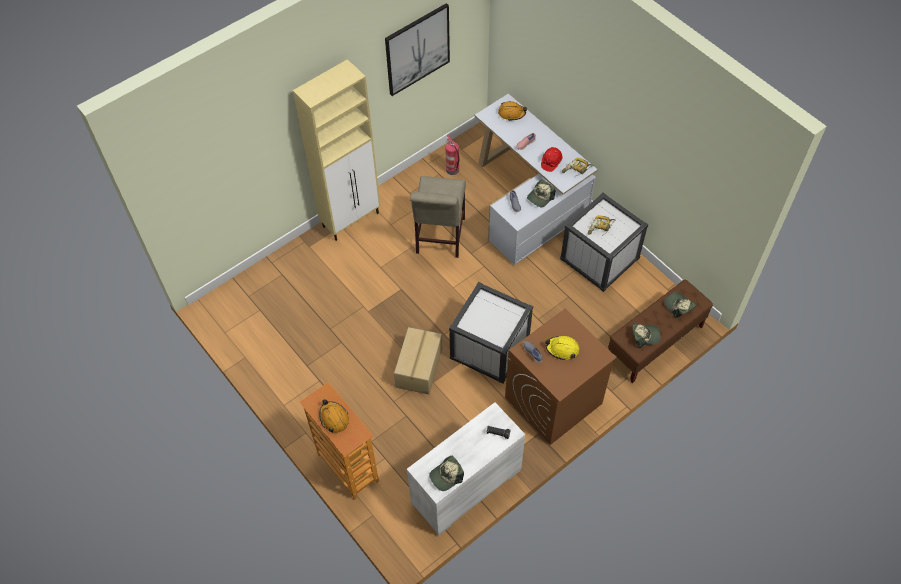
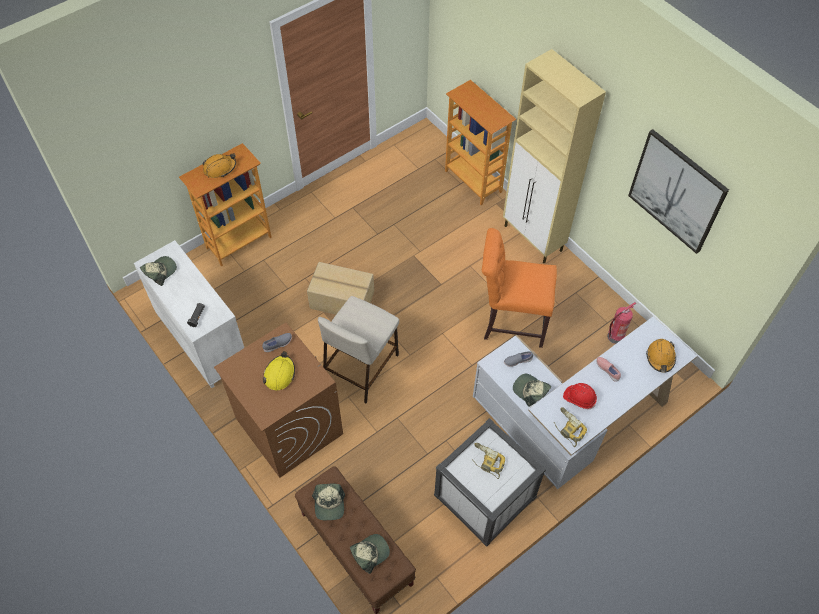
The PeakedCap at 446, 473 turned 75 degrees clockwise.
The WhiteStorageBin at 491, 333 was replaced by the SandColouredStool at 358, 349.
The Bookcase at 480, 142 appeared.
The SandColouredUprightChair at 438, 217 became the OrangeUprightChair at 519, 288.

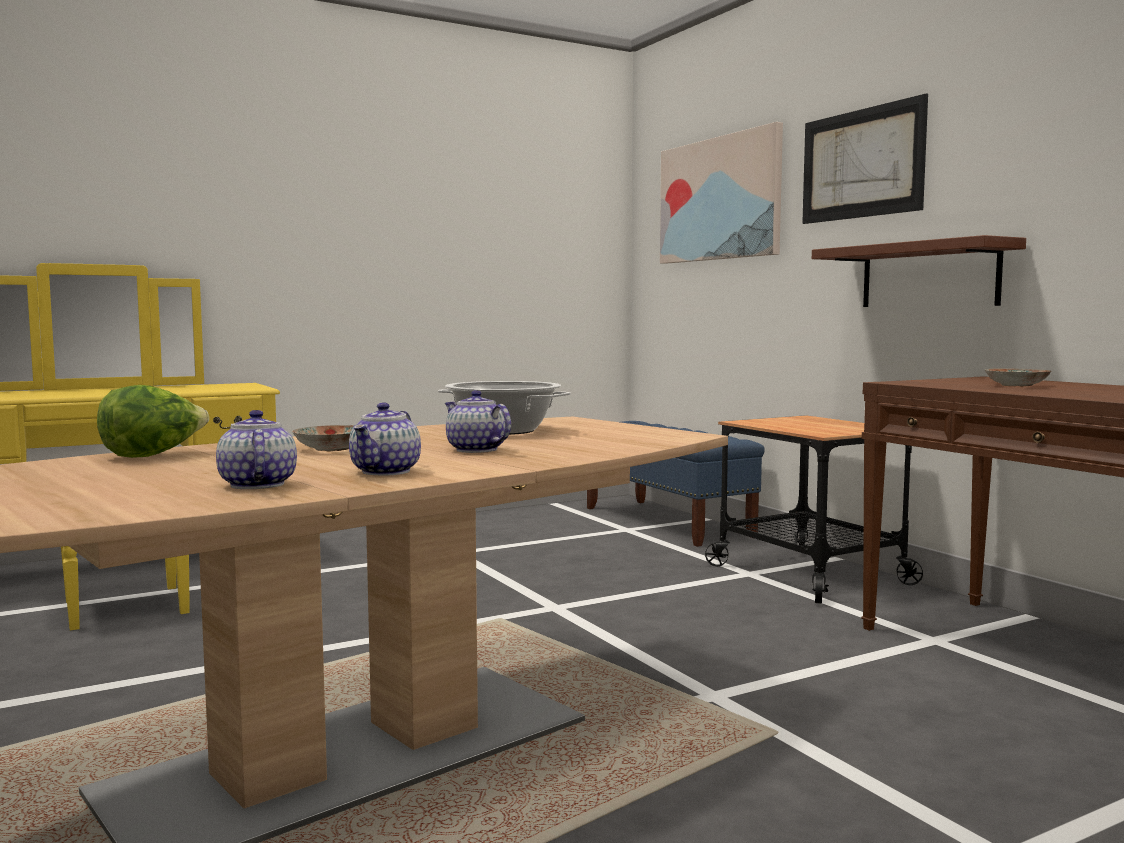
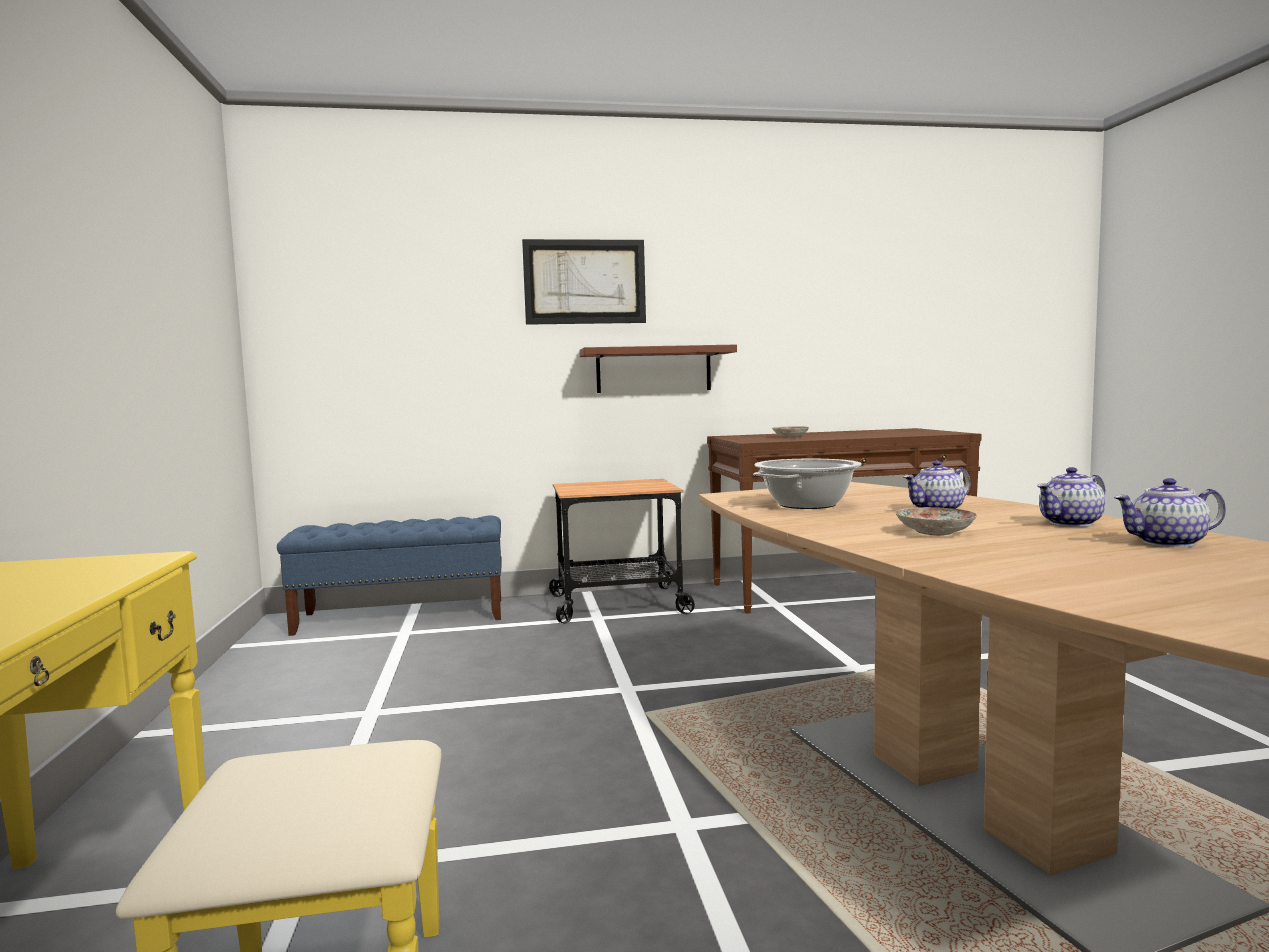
The PotForTea at 385, 439 turned 120 degrees clockwise.
The LettuceHead at 153, 421 disappeared.
The WallPicture at 721, 193 disappeared.

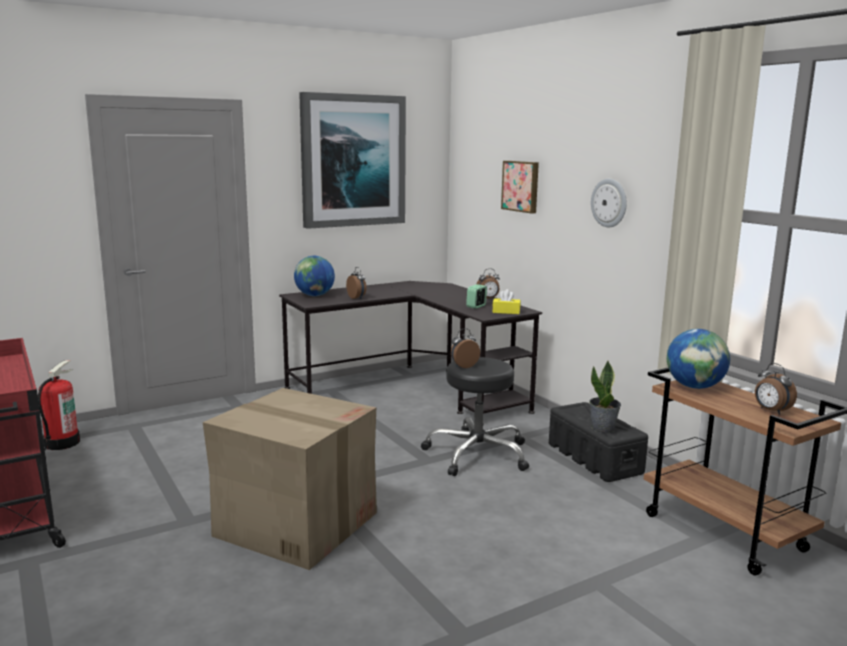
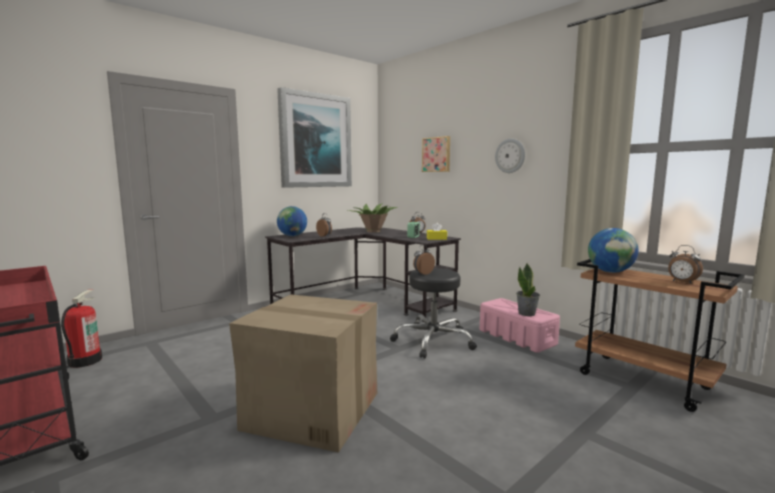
The PottedPlant at 373, 218 appeared.
The BlackStorageBin at 598, 442 became the PinkStorageBin at 520, 325.

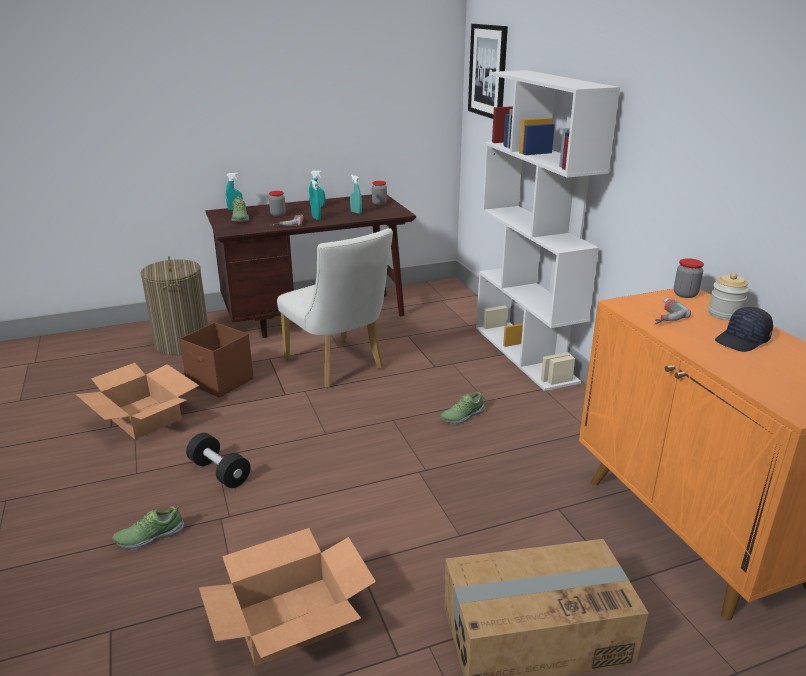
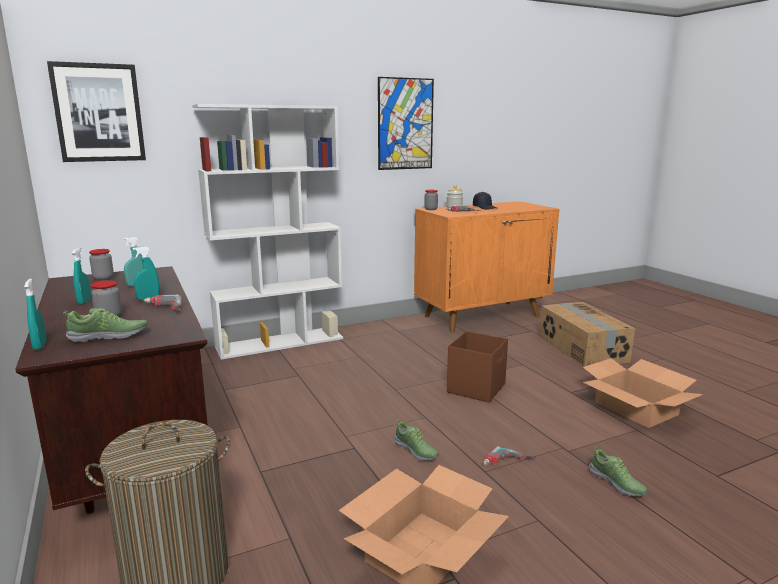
The WallPicture at 406, 123 appeared.
The Shoe moved from 463, 407 to 416, 439.
The BrownColouredStorageBin moved from 216, 360 to 477, 367.
The BlackHandWeight at 218, 460 was replaced by the PowerDrill at 509, 455.
The WhiteUprightChair at 335, 308 disappeared.

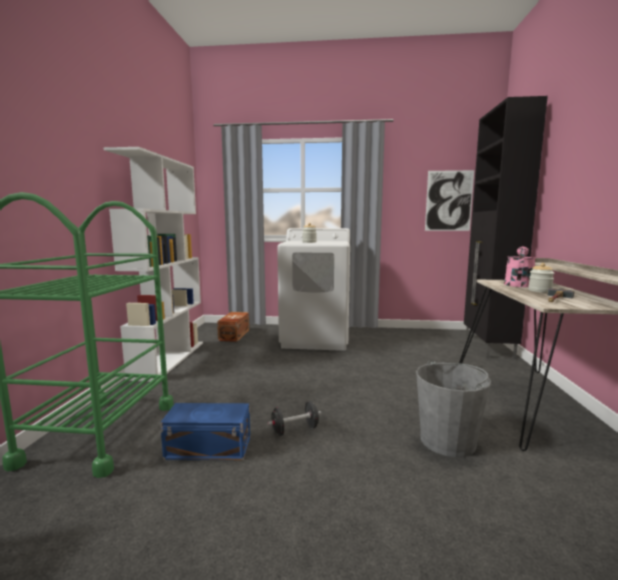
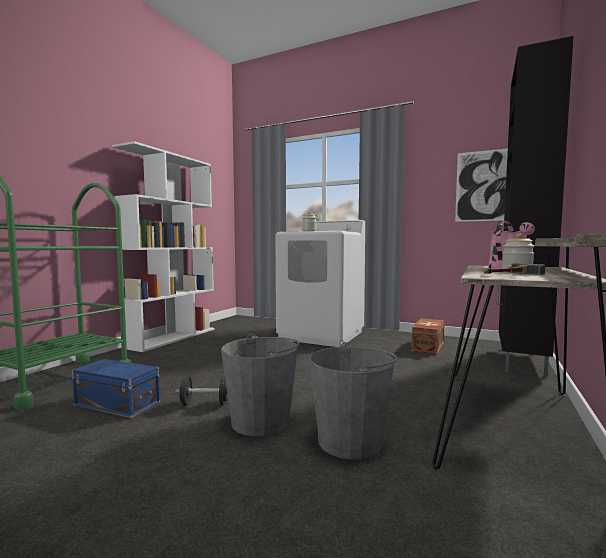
The GreyishPail at 260, 385 appeared.
The BrownColouredStorageBin moved from 233, 327 to 428, 336.

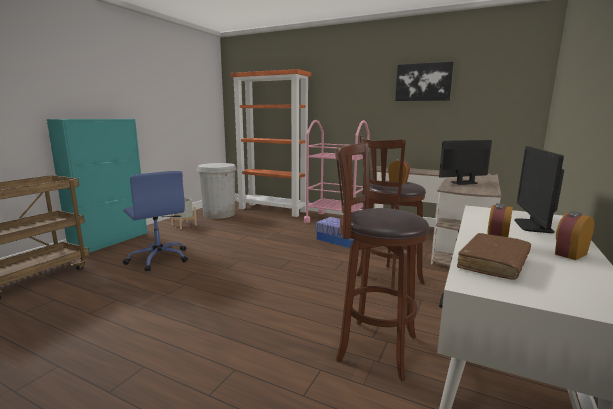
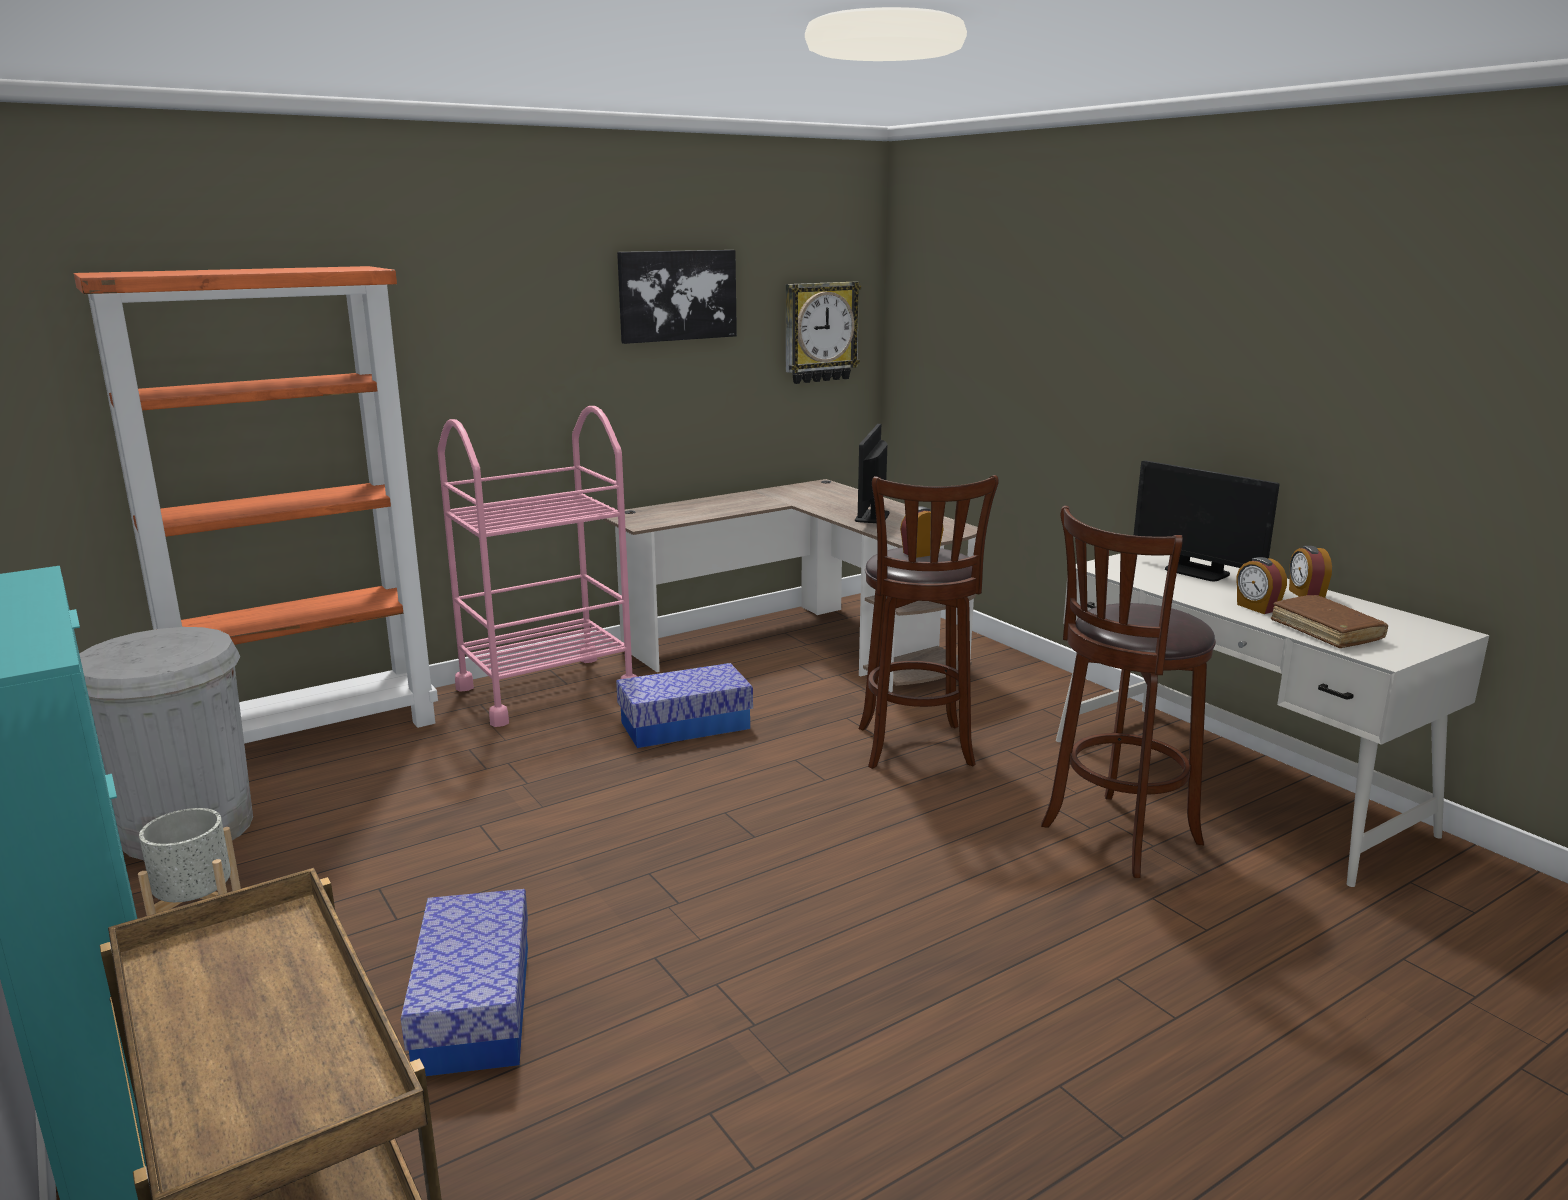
The BlueColouredComputerChair at 155, 221 was replaced by the StorageBin at 464, 982.
The HangingClock at 823, 333 appeared.

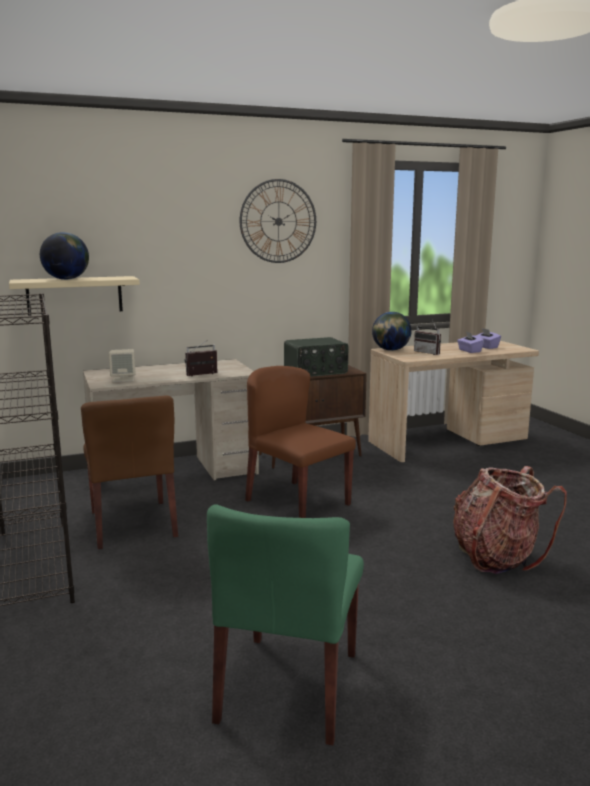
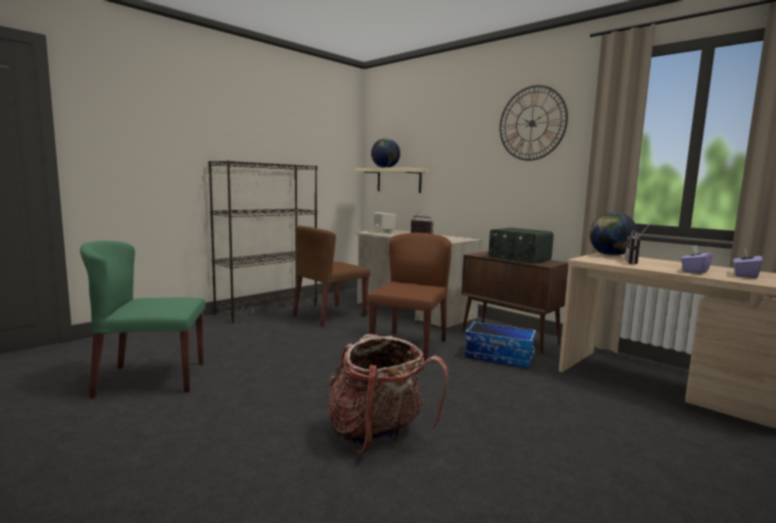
The StorageBin at 500, 344 appeared.

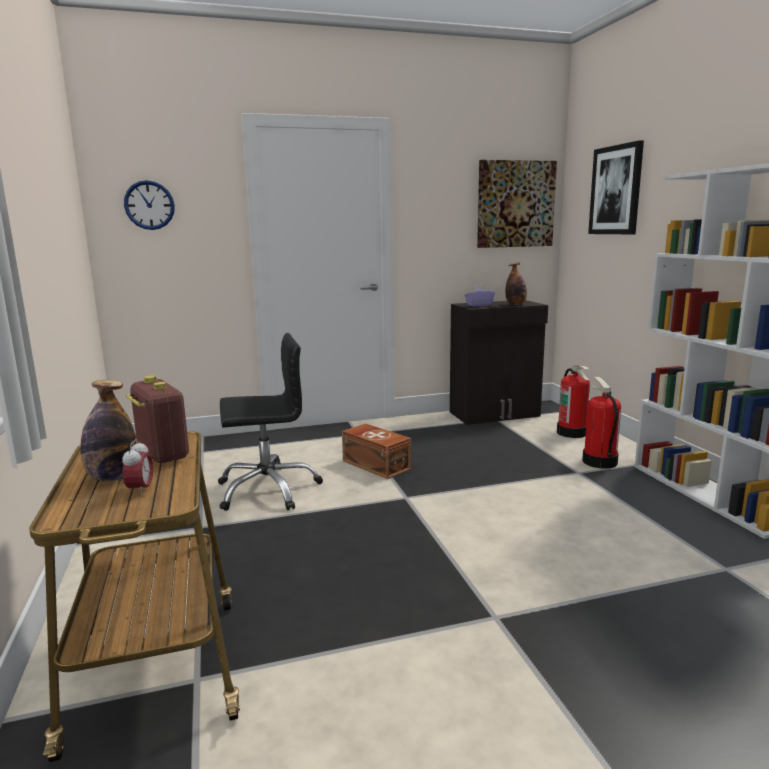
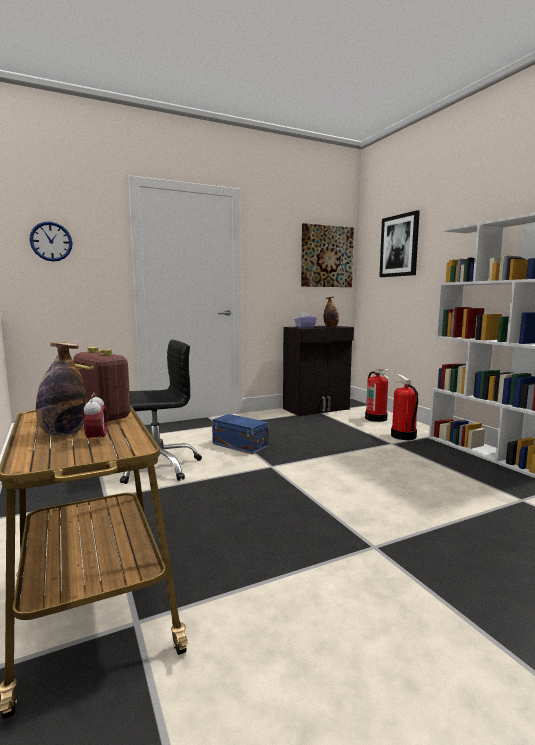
The BrownColouredStorageBin at 376, 451 became the BlueColouredStorageBin at 240, 434.

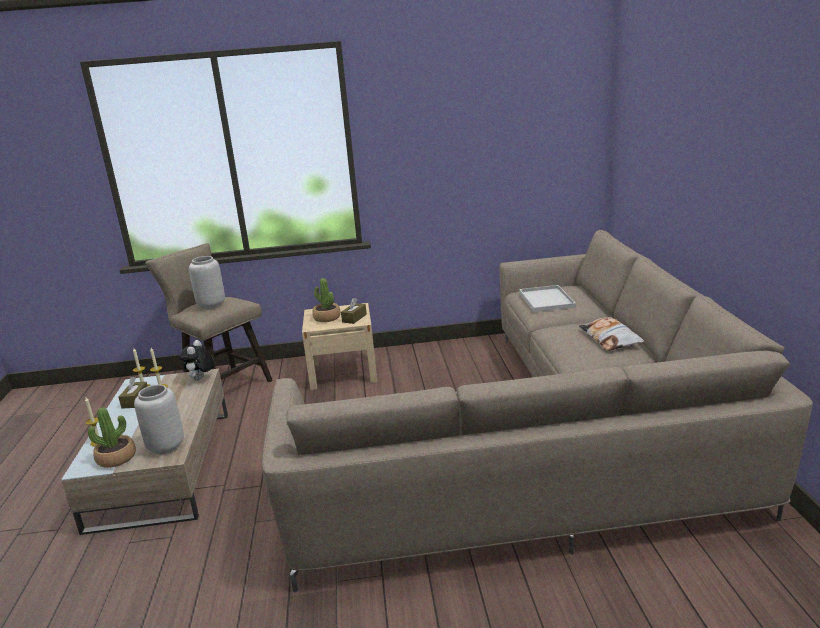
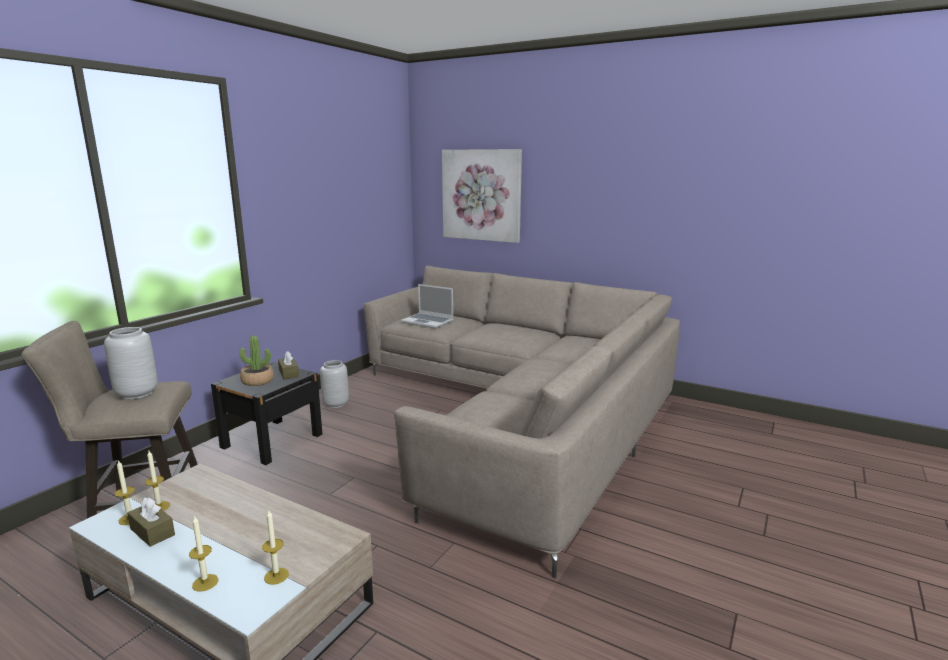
The SandColouredNightTable at 339, 346 became the BlackNightTable at 266, 413.
The PottedPlant at 112, 437 was replaced by the Candle at 275, 547.
The GreyishDecorativeVase moved from 159, 419 to 334, 384.
The WhiteServingTray at 547, 298 was replaced by the NotebookComputer at 427, 306.
The WallPicture at 482, 196 appeared.
The CuddlyToy at 197, 360 disappeared.
The ThrowPillow at 612, 334 disappeared.

